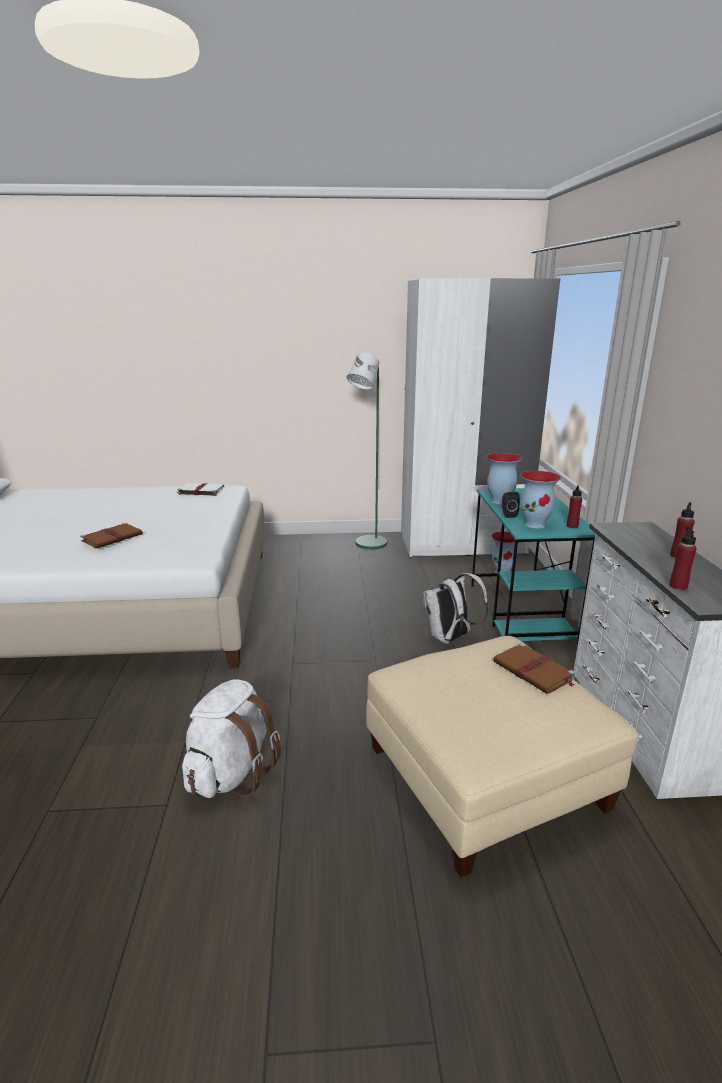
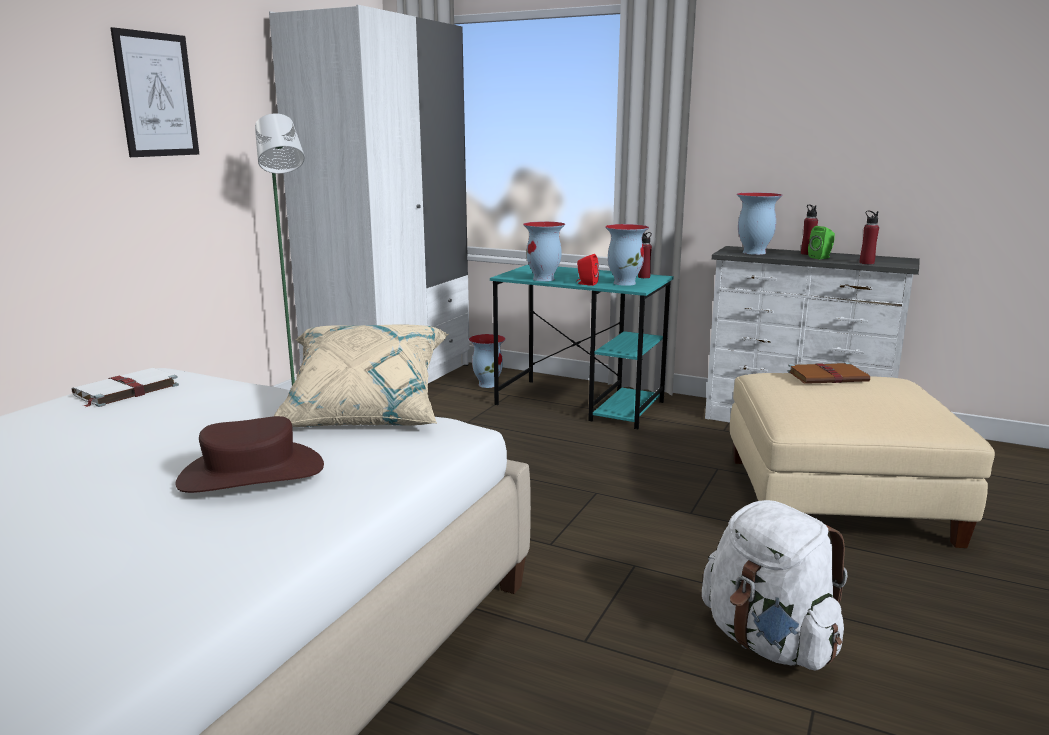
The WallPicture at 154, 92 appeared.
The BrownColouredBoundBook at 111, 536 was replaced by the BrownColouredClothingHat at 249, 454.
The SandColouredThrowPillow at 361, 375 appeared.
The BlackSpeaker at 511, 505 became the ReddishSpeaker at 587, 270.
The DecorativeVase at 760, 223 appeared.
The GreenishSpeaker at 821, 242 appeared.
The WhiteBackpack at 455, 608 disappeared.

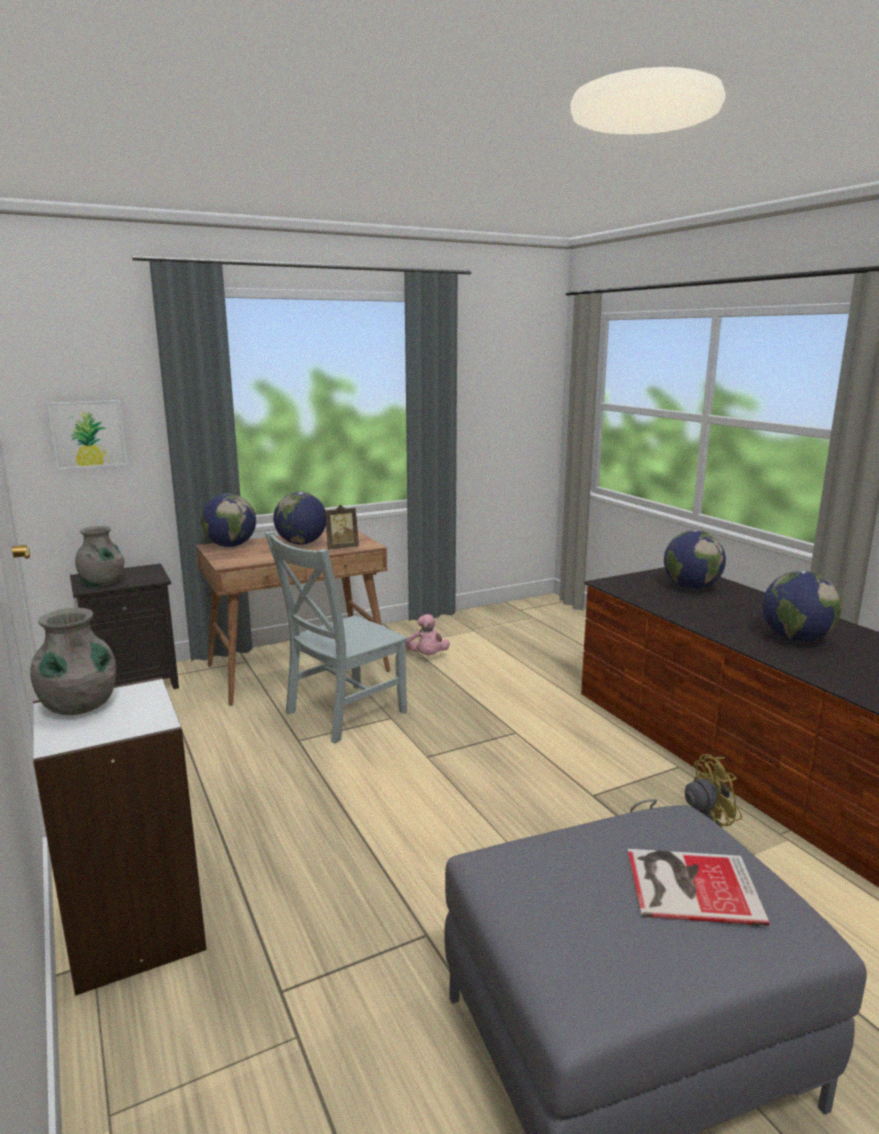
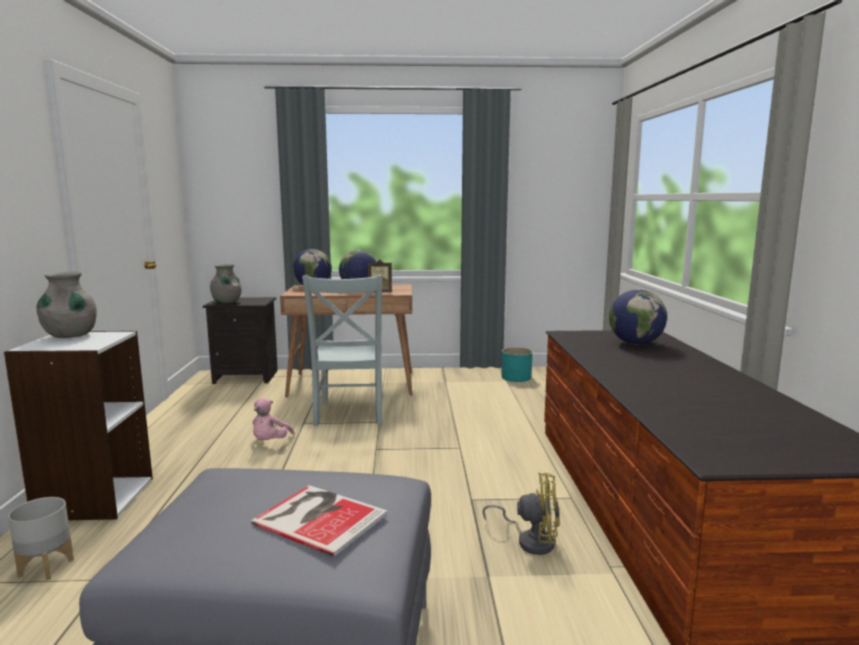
The GreyishPlantPot at 41, 539 appeared.
The PinkCuddlyToy moved from 428, 634 to 273, 419.
The GreyishUprightChair at 335, 637 turned 75 degrees counterclockwise.
The TurquoiseColouredPlantPot at 517, 364 appeared.
The WallPicture at 87, 435 disappeared.
The Globe at 802, 606 disappeared.

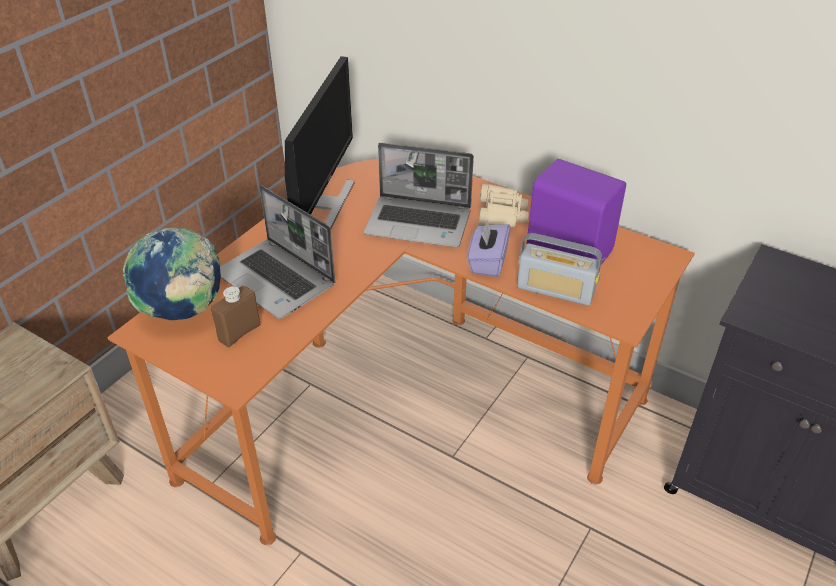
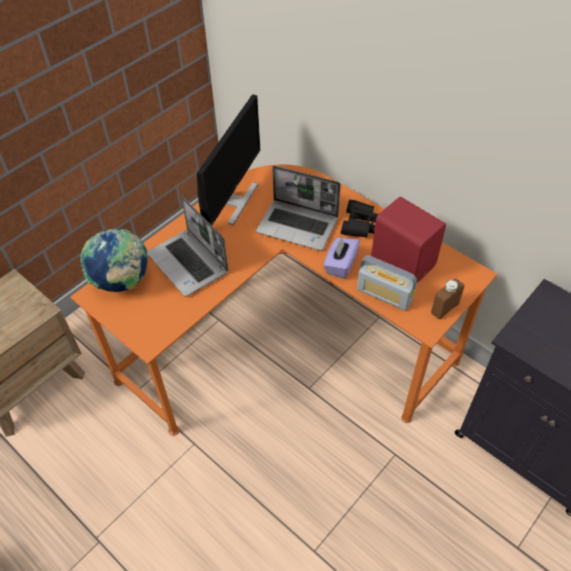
The SandColouredBinoculars at 504, 206 became the BlackBinoculars at 359, 218.
The PurplishSpeaker at 576, 211 became the ReddishSpeaker at 408, 240.
The BrownColouredDrinkBottle moved from 235, 316 to 448, 298.

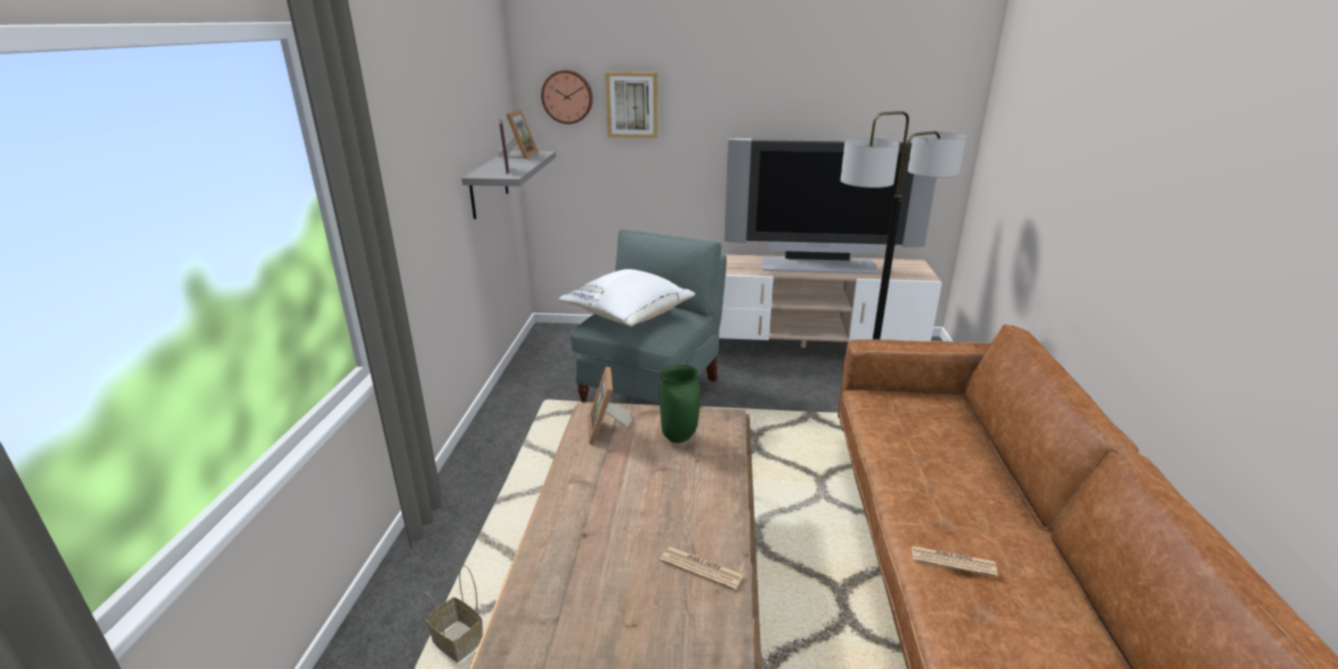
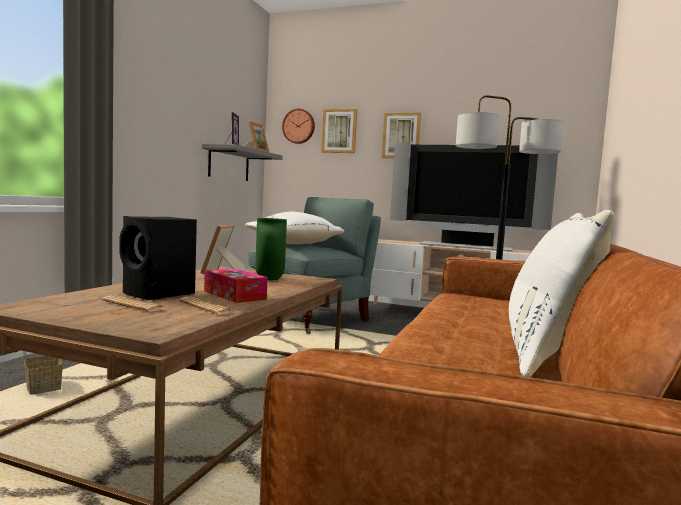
The PrintedPaper moved from 955, 561 to 133, 303.
The BlackSpeaker at 158, 258 appeared.
The TissueBox at 236, 285 appeared.
The WallPicture at 401, 135 appeared.
The WhiteThrowPillow at 562, 293 appeared.

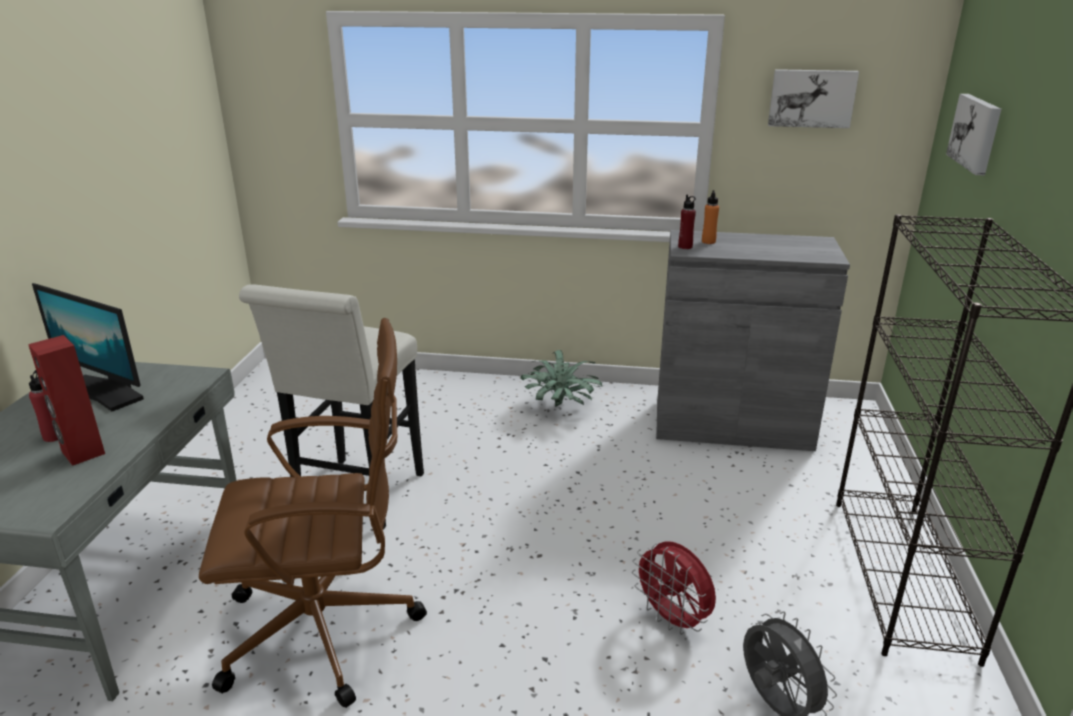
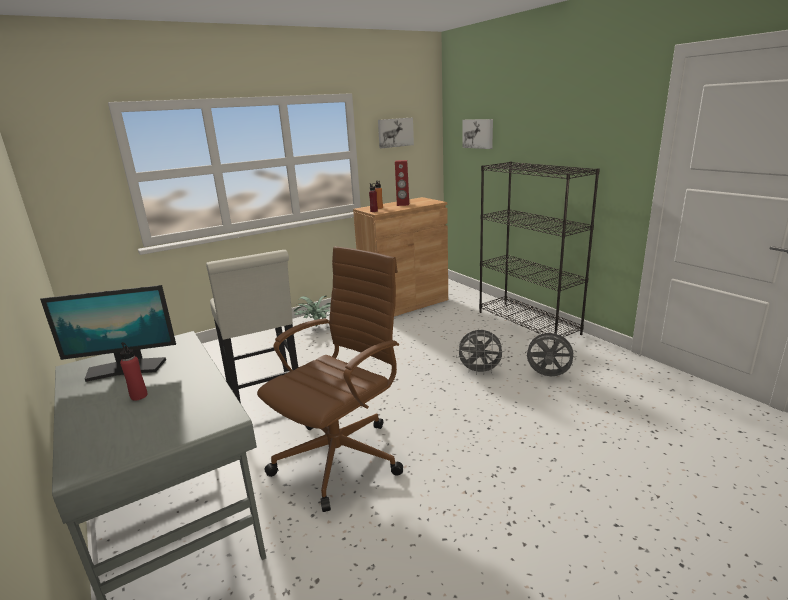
The GreyishCupboard at 753, 340 became the BrownColouredCupboard at 400, 256.
The ReddishSpeaker moved from 66, 400 to 402, 183.
The ReddishFan at 674, 588 became the GreyishFan at 480, 352.

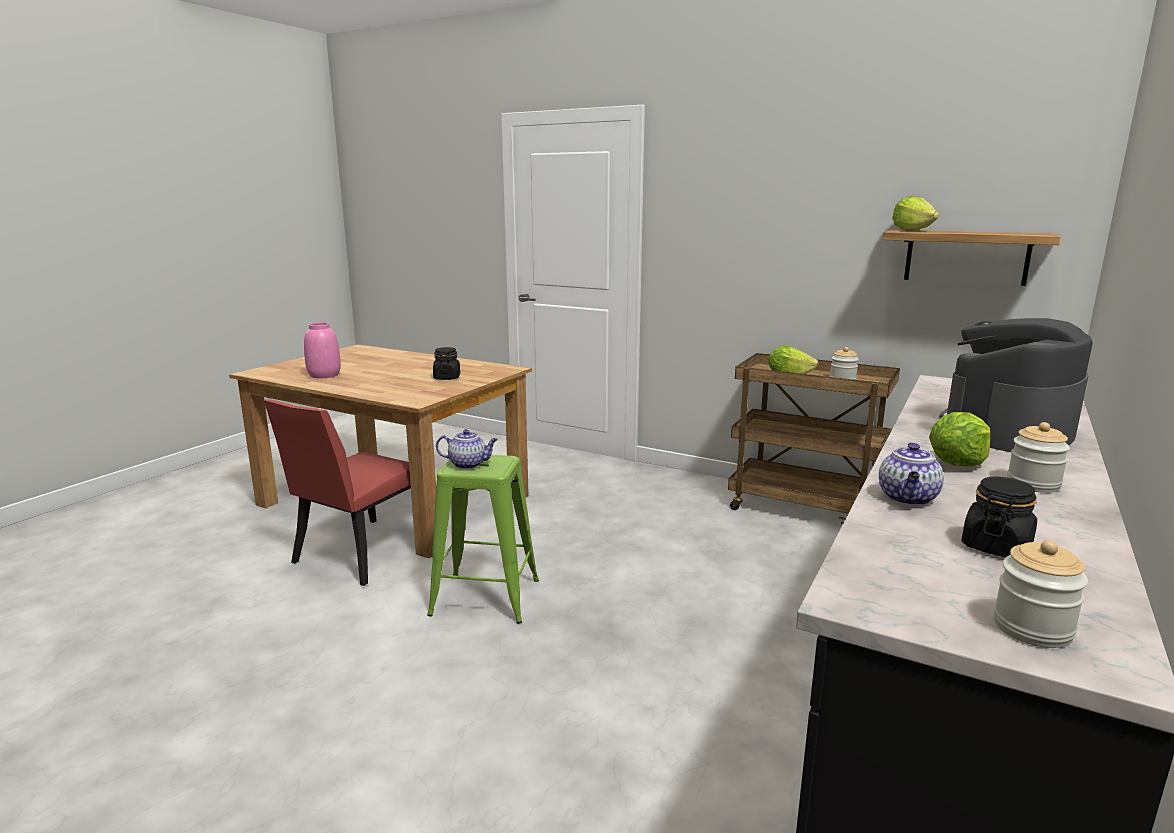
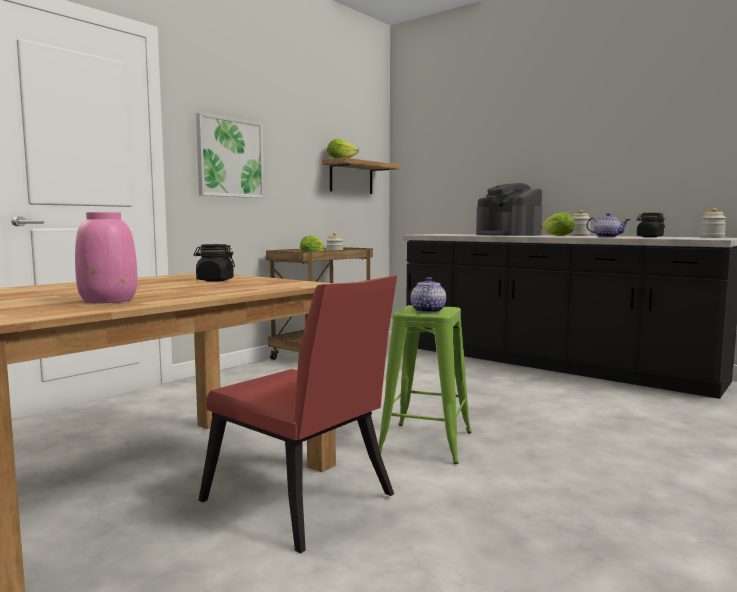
The WallPicture at 230, 155 appeared.

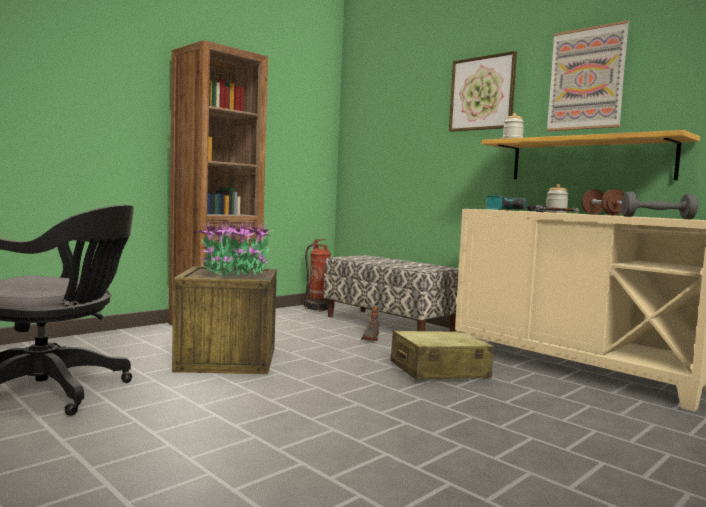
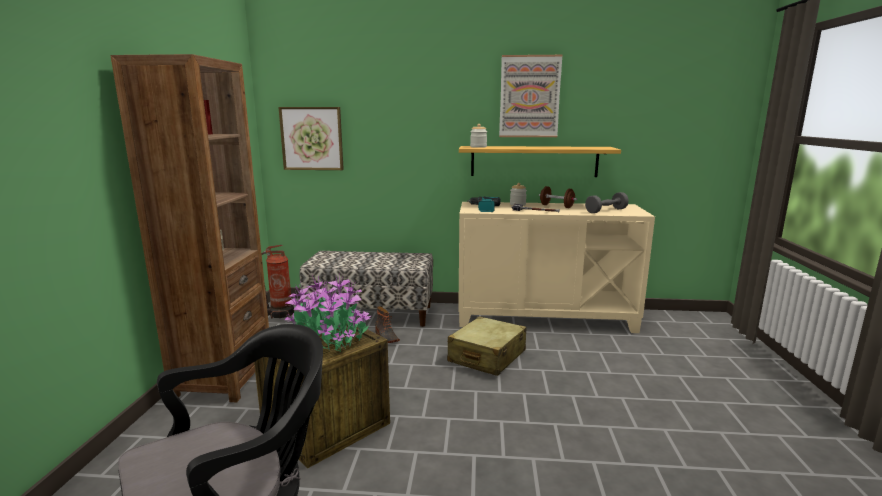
The WallPicture moved from 483, 91 to 311, 138.

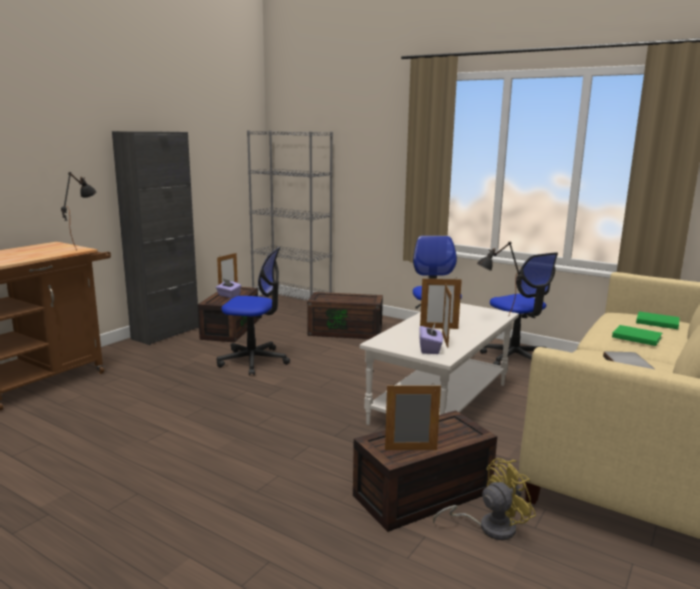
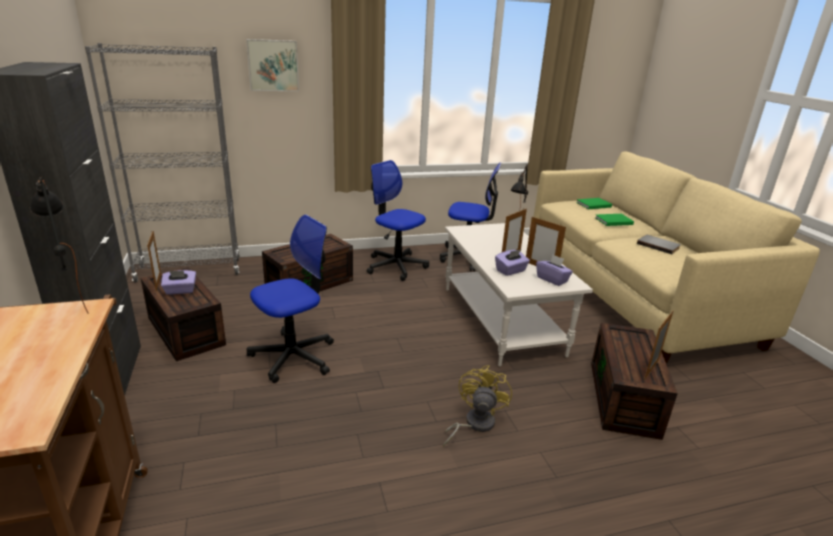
The WallPicture at 272, 65 appeared.
The YellowishFan moved from 484, 499 to 477, 406.
The PurplishTissueBox at 512, 263 appeared.

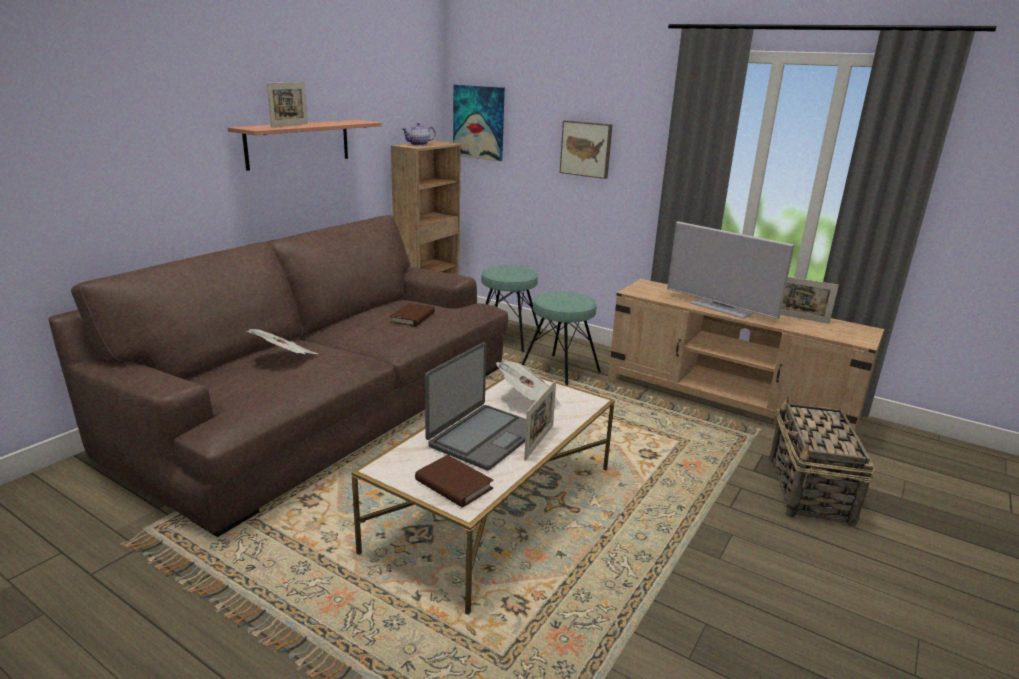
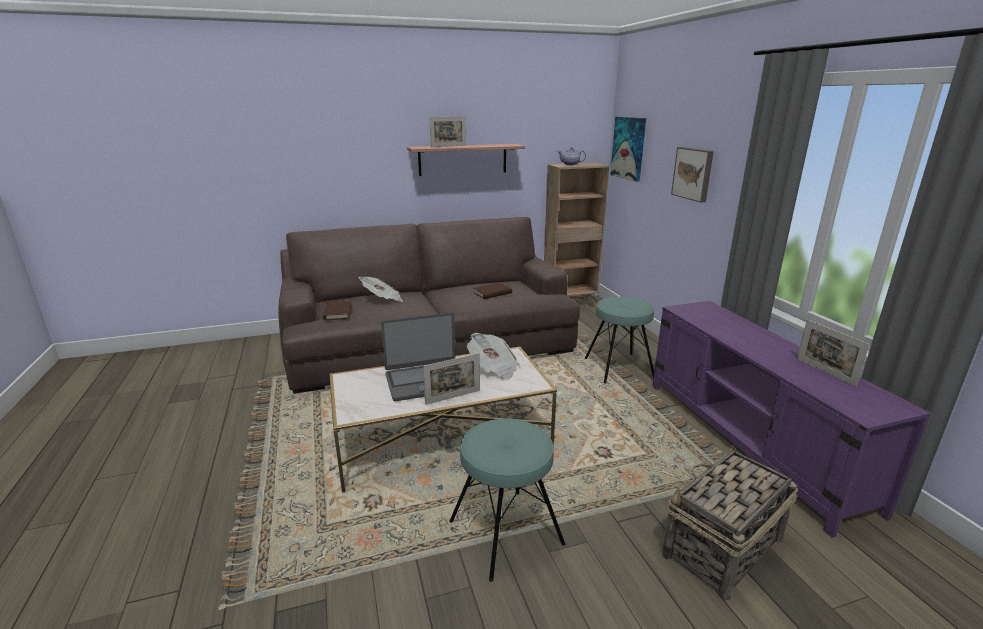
The BrownColouredBoundBook moved from 454, 481 to 337, 310.
The TurquoiseColouredStool moved from 511, 308 to 507, 500.
The SandColouredMediaConsole at 746, 355 became the PurplishMediaConsole at 791, 419.
The Television at 730, 270 disappeared.

